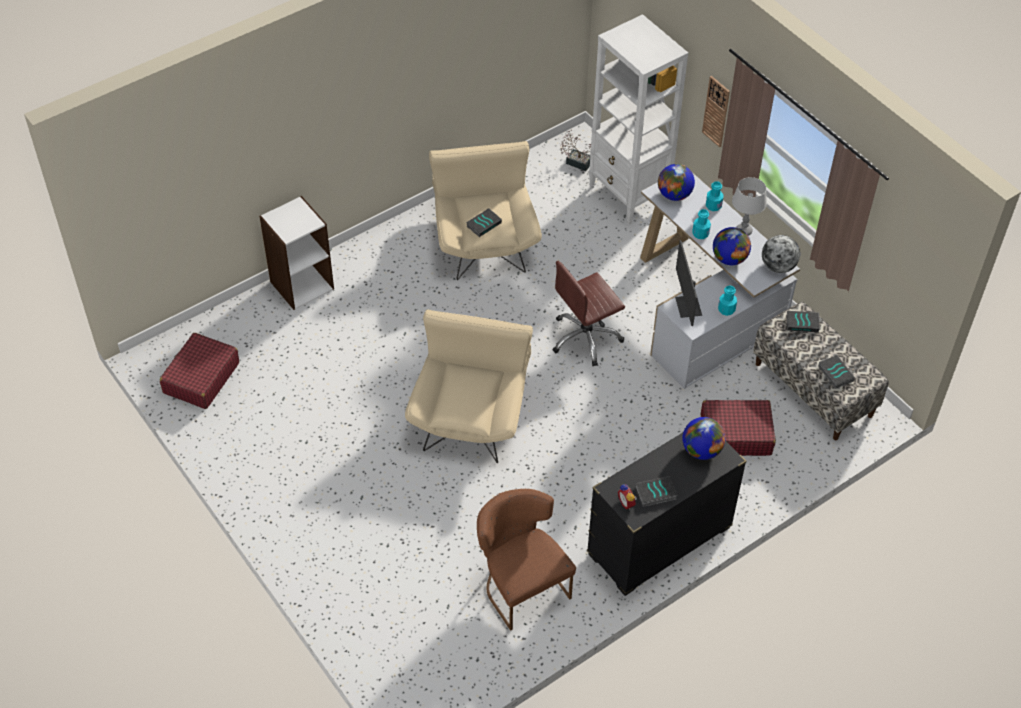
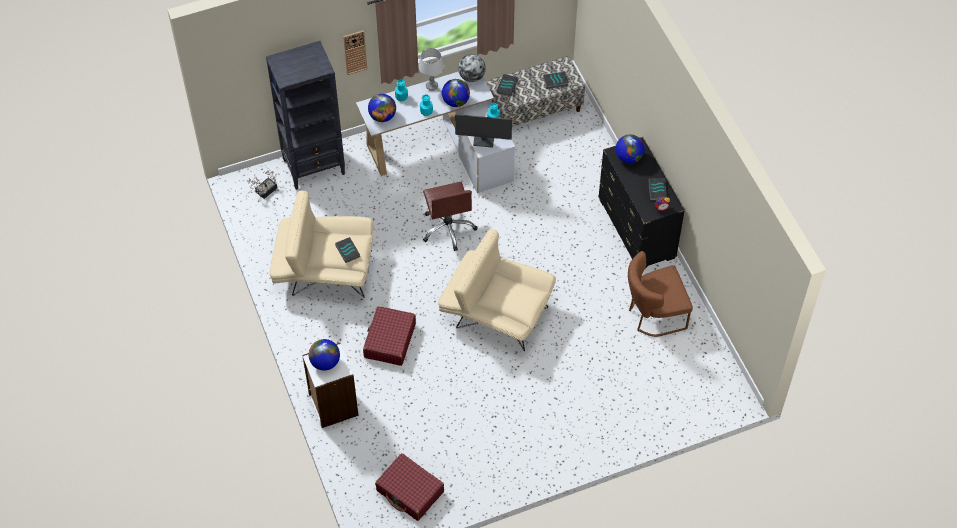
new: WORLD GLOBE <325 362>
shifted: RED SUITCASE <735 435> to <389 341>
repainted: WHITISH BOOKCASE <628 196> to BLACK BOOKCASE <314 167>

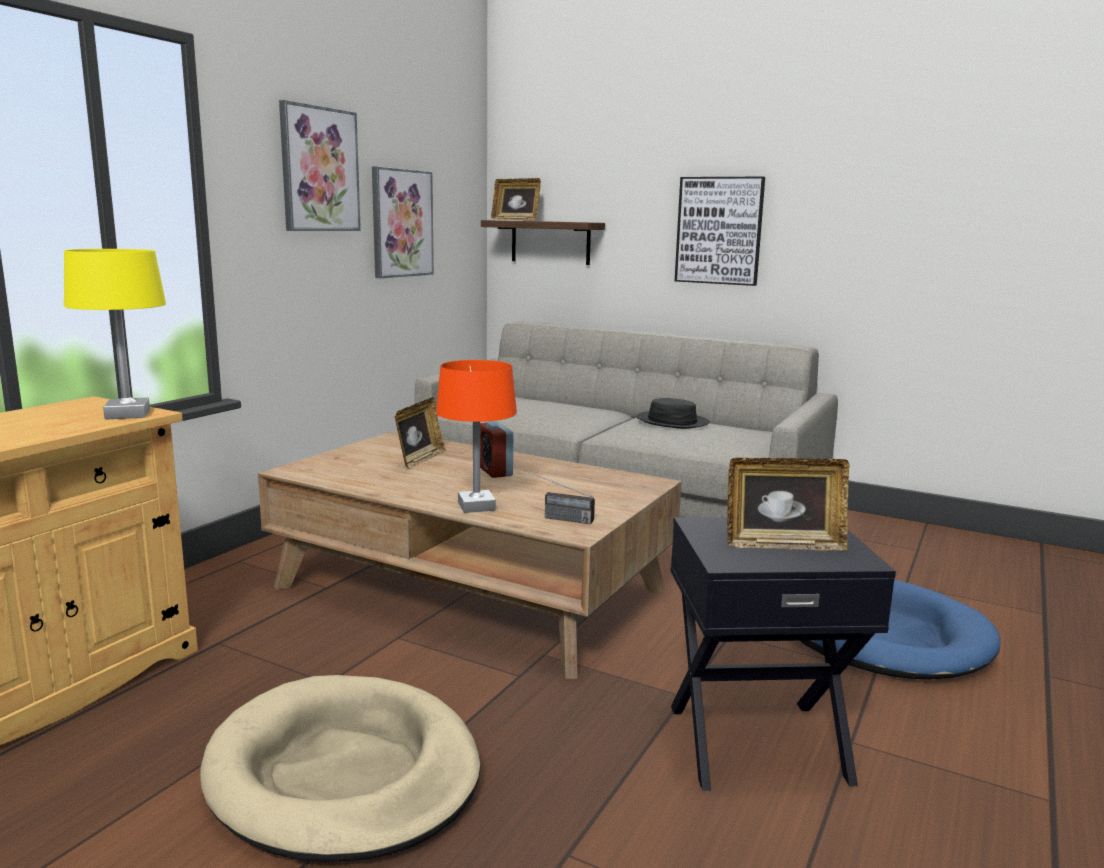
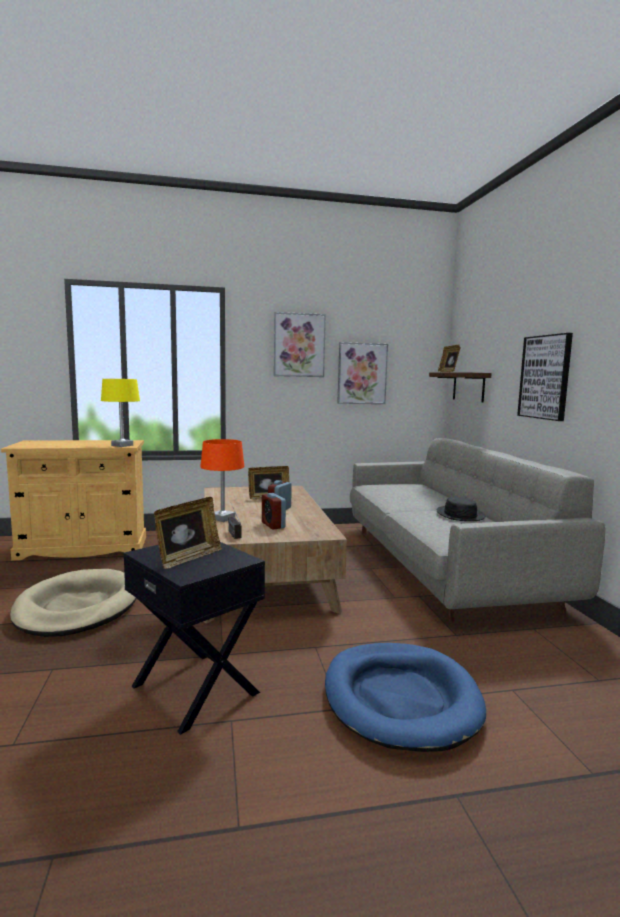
new: BEDSIDE CLOCK <273 525>
rotated: STANDING FRAME <783 545> = <188 558> 105 degrees counterclockwise

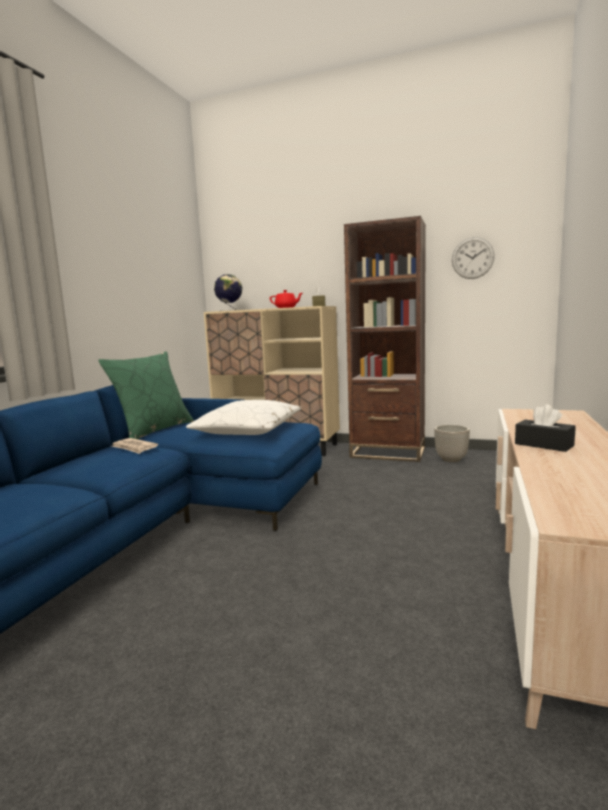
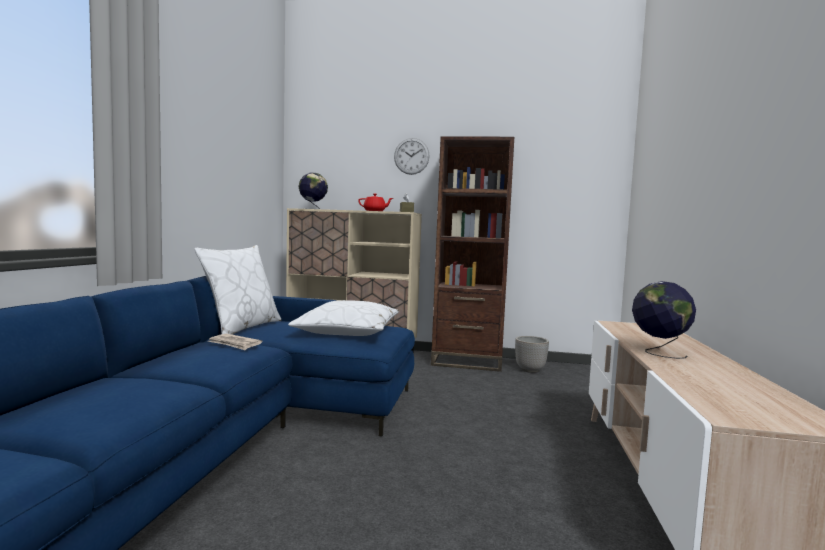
shifted: HANGING CLOCK <472 258> to <411 156>
swapped: BLACK TISSUE HOLDER <544 445> to WORLD GLOBE <659 352>
repainted: GREEN THROW PILLOW <154 430> to WHITISH THROW PILLOW <241 327>

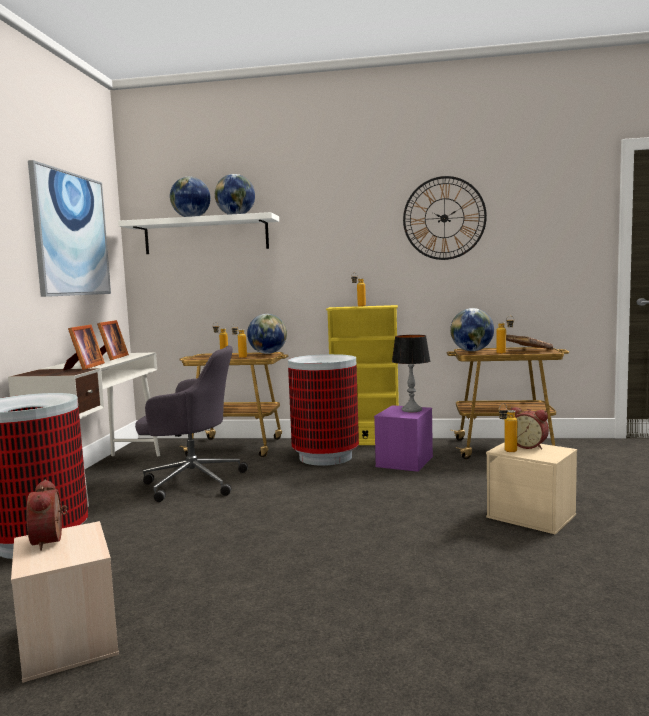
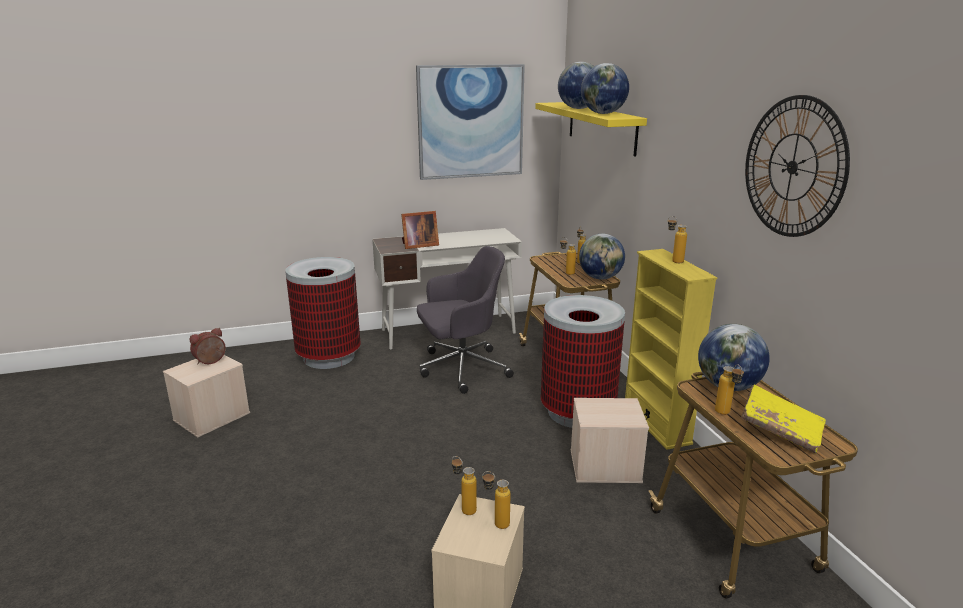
gone: STANDING FRAME <111 358>; TABLETOP LAMP <412 410>
swapped: BEDSIDE CLOCK <528 446> to DRINK BOTTLE <495 523>
repainted: WHITISH SHELF <206 235> to YELLOWISH SHELF <601 127>; PURPLE-COLOURED STORAGE CONTAINER <405 462> to BEIGE STORAGE CONTAINER <604 466>; BROWN BOOK <526 350> to YELLOWISH BOOK <780 430>
rotated: GREY OFFICE CHAIR <192 482> = <461 368> 90 degrees counterclockwise

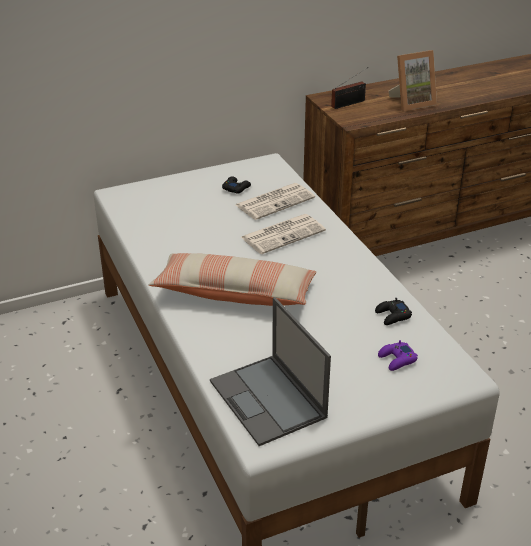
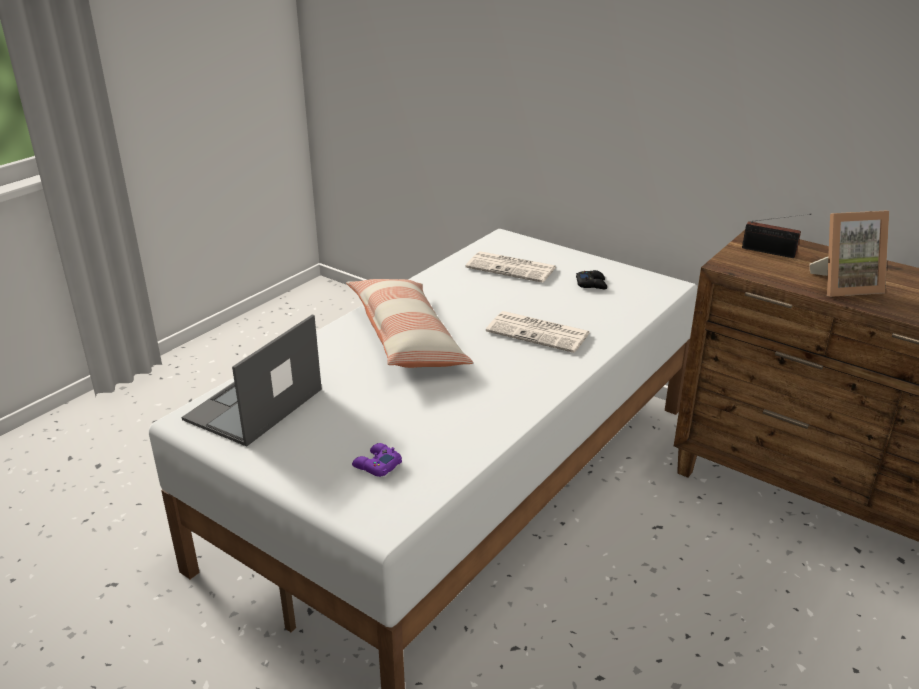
gone: BLACK GAME CONTROLLER <392 316>
shifted: PRINTED PAPER <275 201> to <512 268>
rotated: STANDING FRAME <411 103> = <844 285> 45 degrees counterclockwise

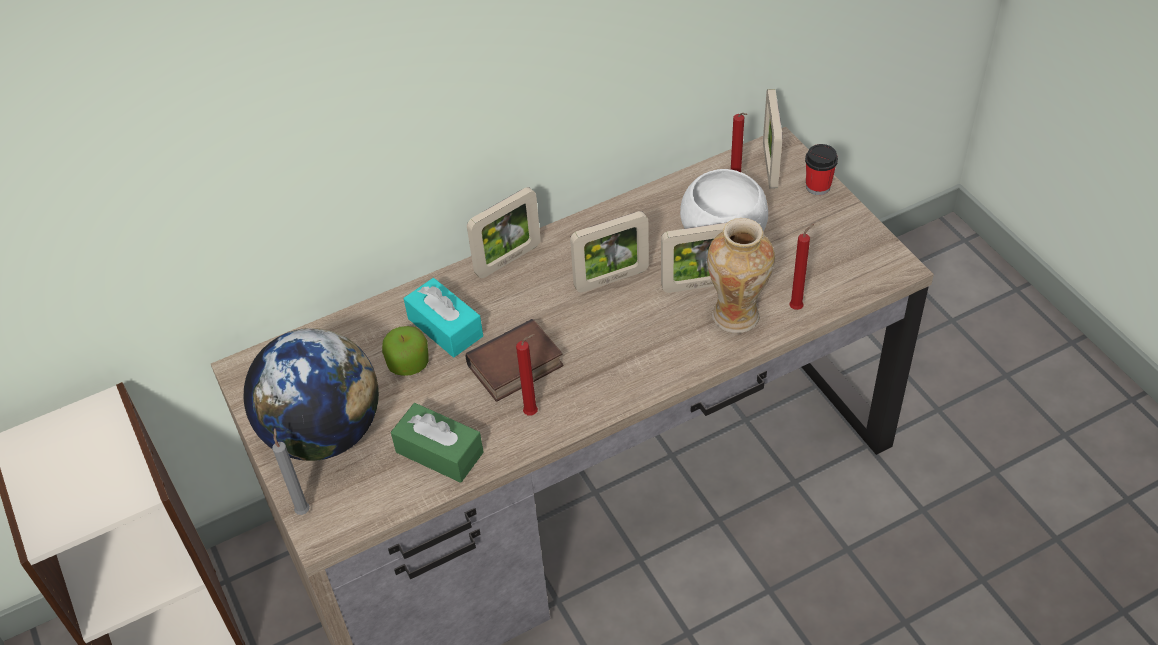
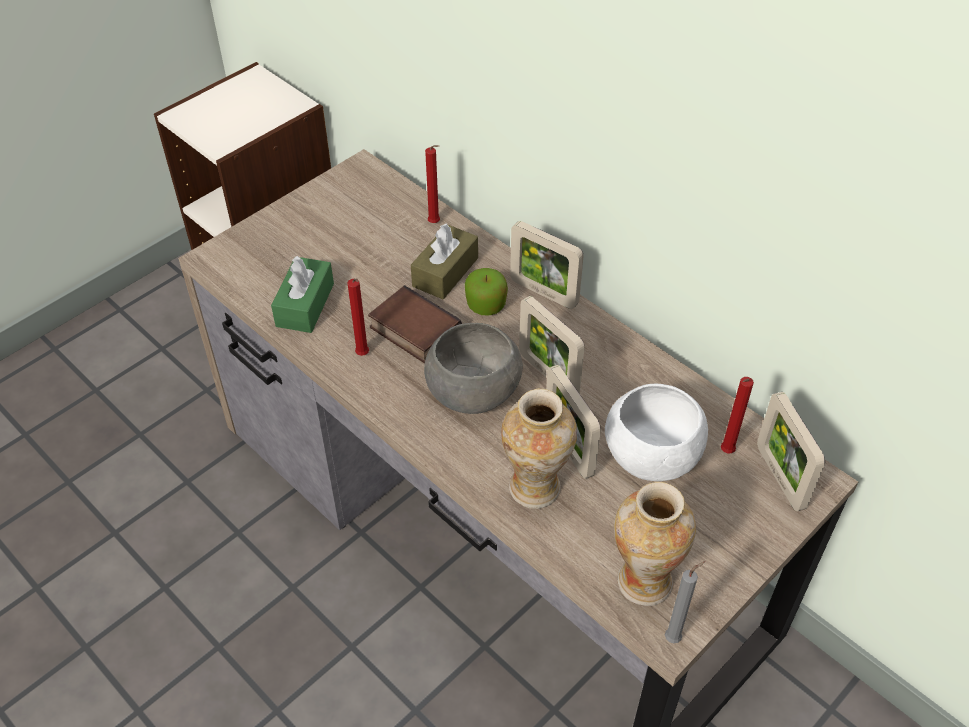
gone: WORLD GLOBE <324 432>; CUP <818 186>
new: GREY SERVING BOWL <473 389>; FLOWER VASE <642 580>
shifted: GREY CANDLE <303 509> to <675 637>; WHOLE APPLE <408 363> to <486 305>; RED CANDLE <797 307> to <435 224>
repainted: TURQUOISE-COLOURED TISSUE HOLDER <445 327> to BROWN TISSUE HOLDER <445 272>
rotated: STANDING FRAME <770 166> = <780 477> 90 degrees counterclockwise

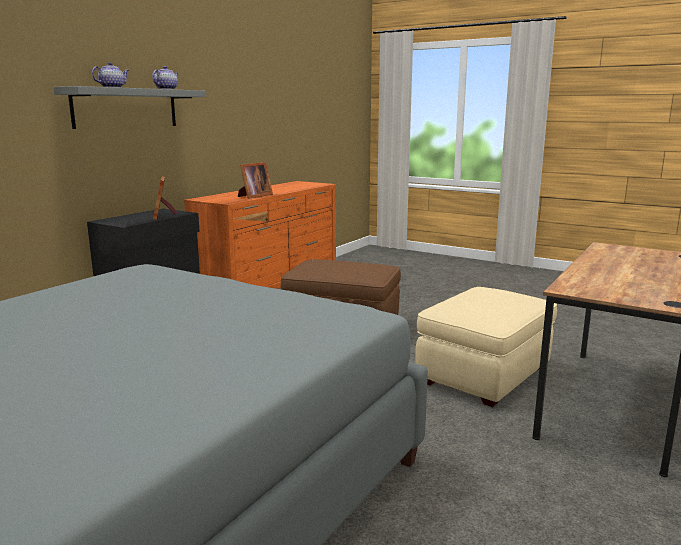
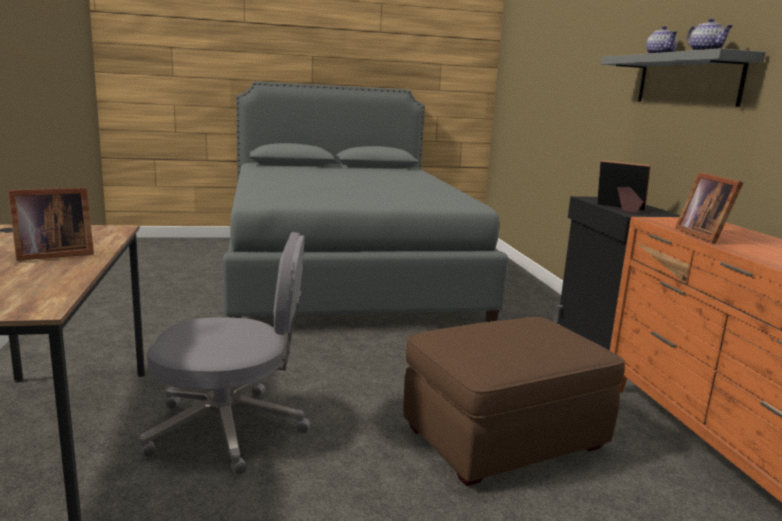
new: STANDING FRAME <51 254>
swapped: BEIGE POUFFE <484 374> to GREY OFFICE CHAIR <230 429>

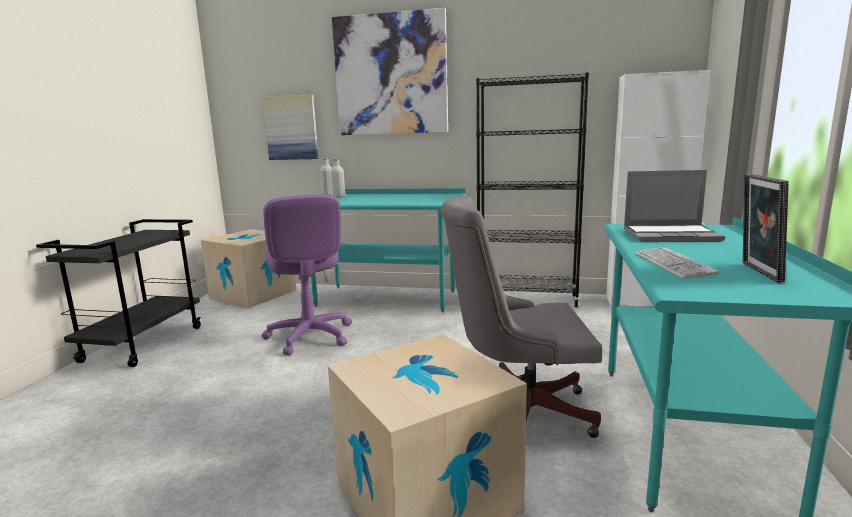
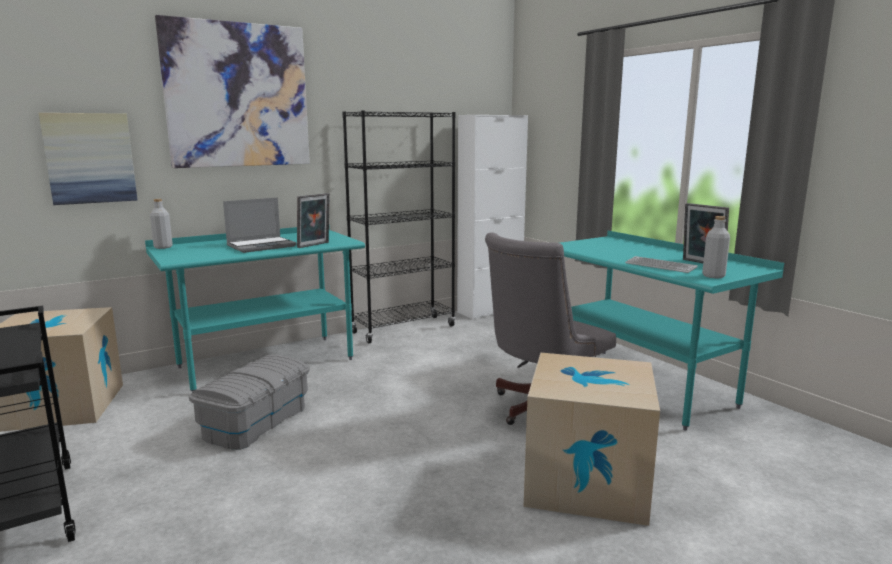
new: STANDING FRAME <314 245>
shifted: GREY DRINK BOTTLE <338 196> to <713 276>; NOTEBOOK COMPUTER <671 235> to <262 246>
swapped: PURPLE-COLOURED OFFICE CHAIR <309 336> to GREY STORAGE CONTAINER <256 422>

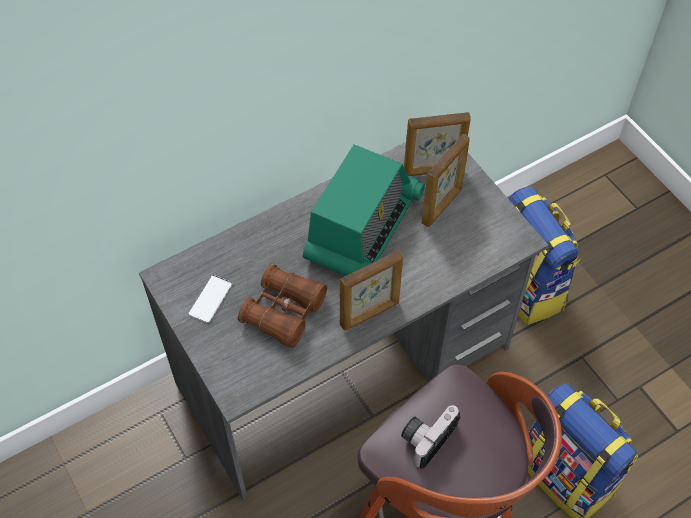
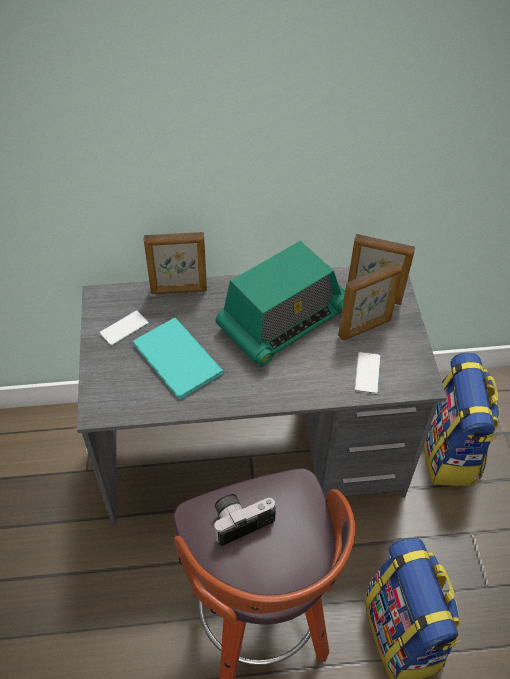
new: PHONE <367 373>
shifted: STANDING FRAME <370 314> to <179 290>
swapped: BROWN FIELD GLASSES <284 312> to TURQUOISE-COLOURED BOOK <177 361>

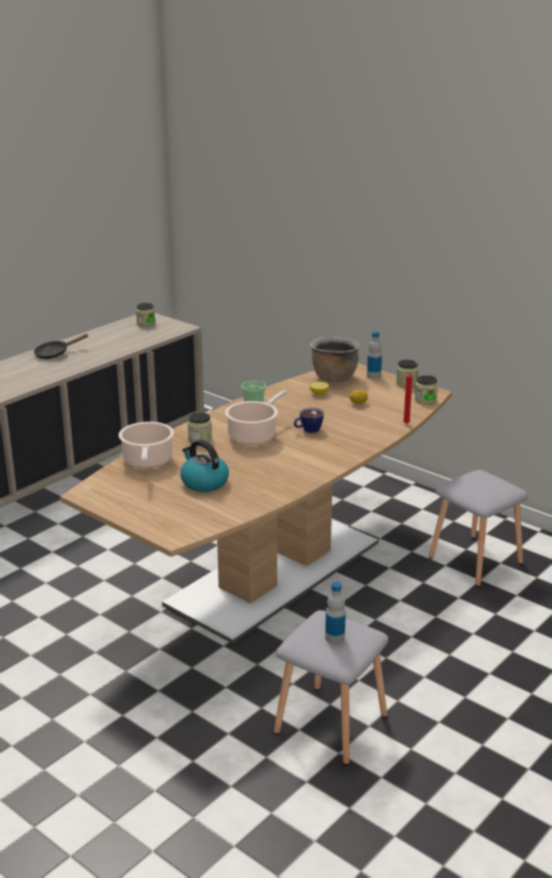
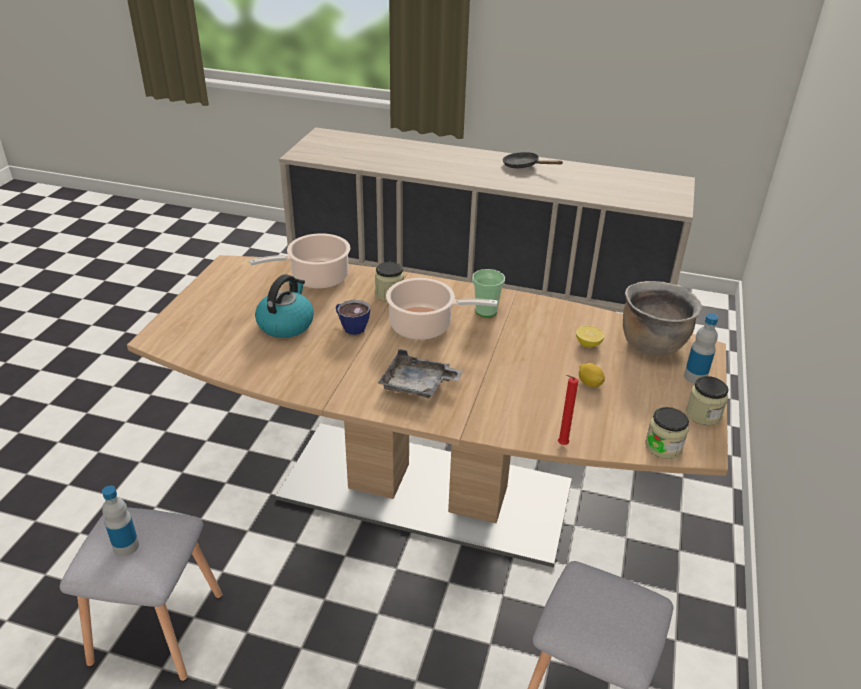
gone: PRESERVE JAR <146 323>
new: GREY SERVING TRAY <418 385>
shifted: CUP <308 430> to <351 327>

